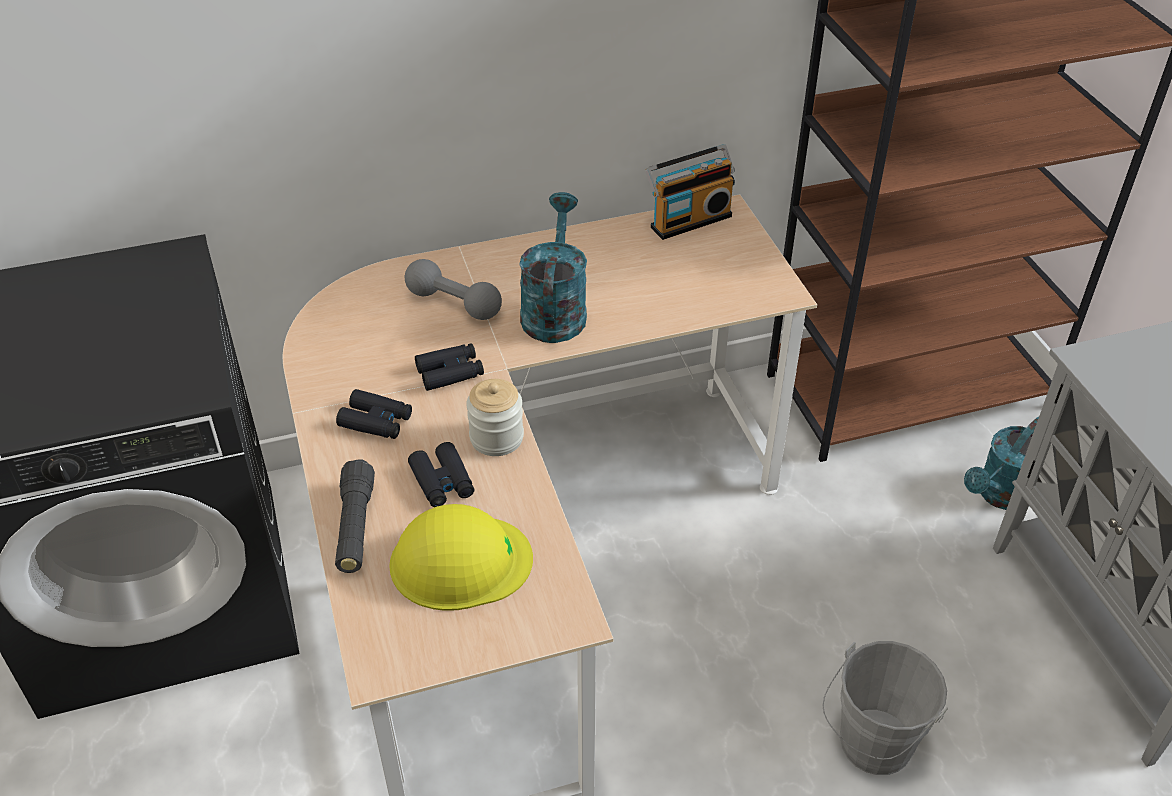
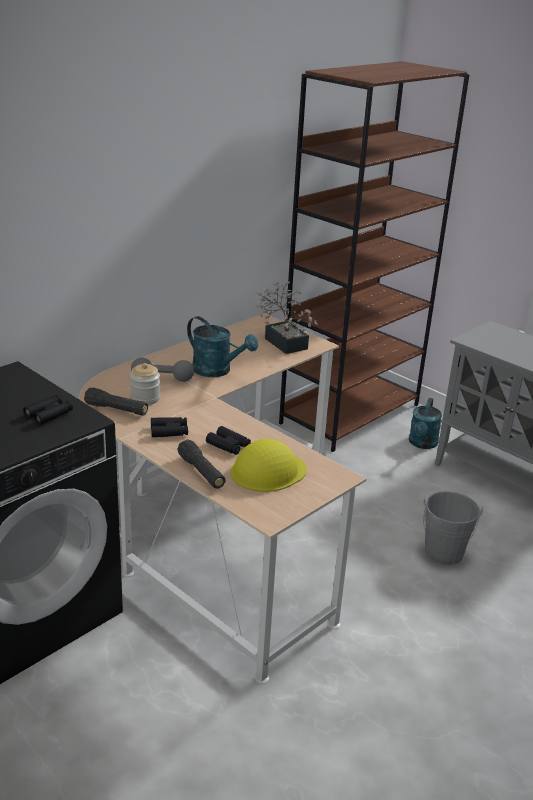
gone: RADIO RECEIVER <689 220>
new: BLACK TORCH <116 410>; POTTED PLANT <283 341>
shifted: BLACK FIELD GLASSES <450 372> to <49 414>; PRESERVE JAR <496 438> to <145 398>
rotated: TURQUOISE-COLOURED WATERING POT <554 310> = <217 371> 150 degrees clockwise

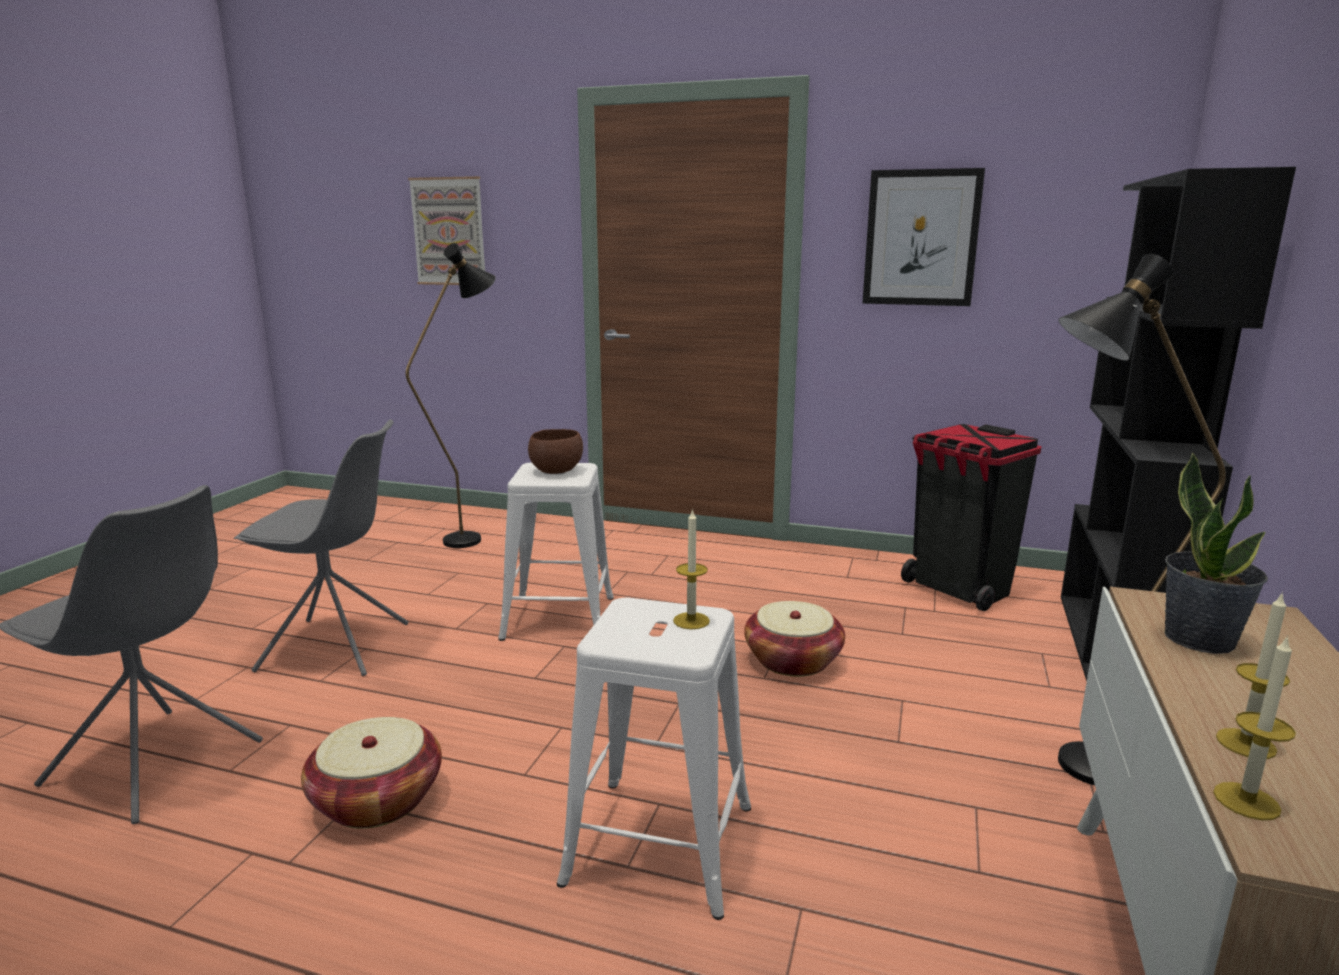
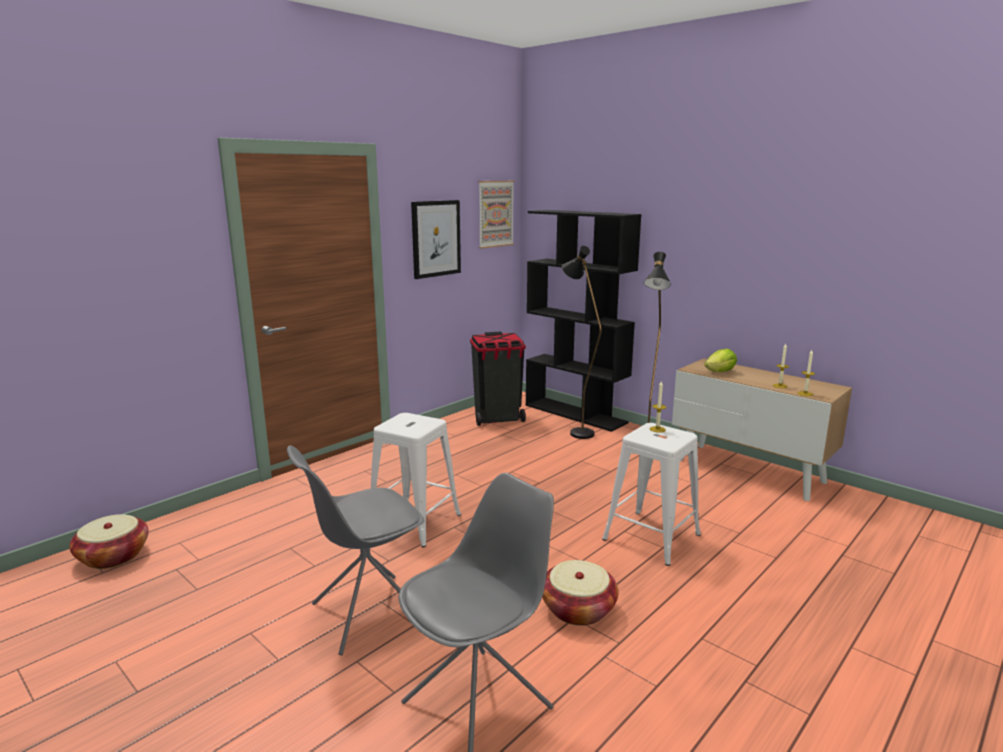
gone: BROWN SERVING BOWL <556 471>
shifted: BLACK STANDING LAMP <473 537> to <576 431>; WALL ART <449 232> to <495 214>; BASKET <793 660> to <113 556>
swapped: POTTED PLANT <1199 638> to LETTUCE <720 372>
rotated: GREY UPRIGHT CHAIR <337 647> = <366 614> 150 degrees counterclockwise

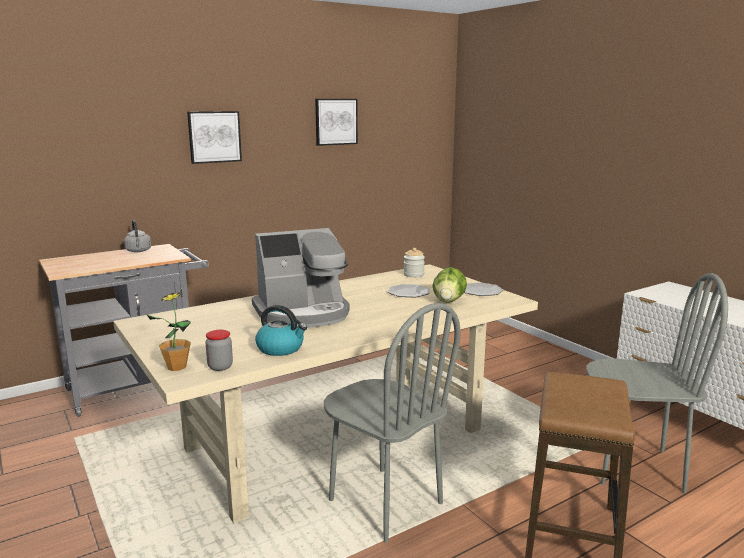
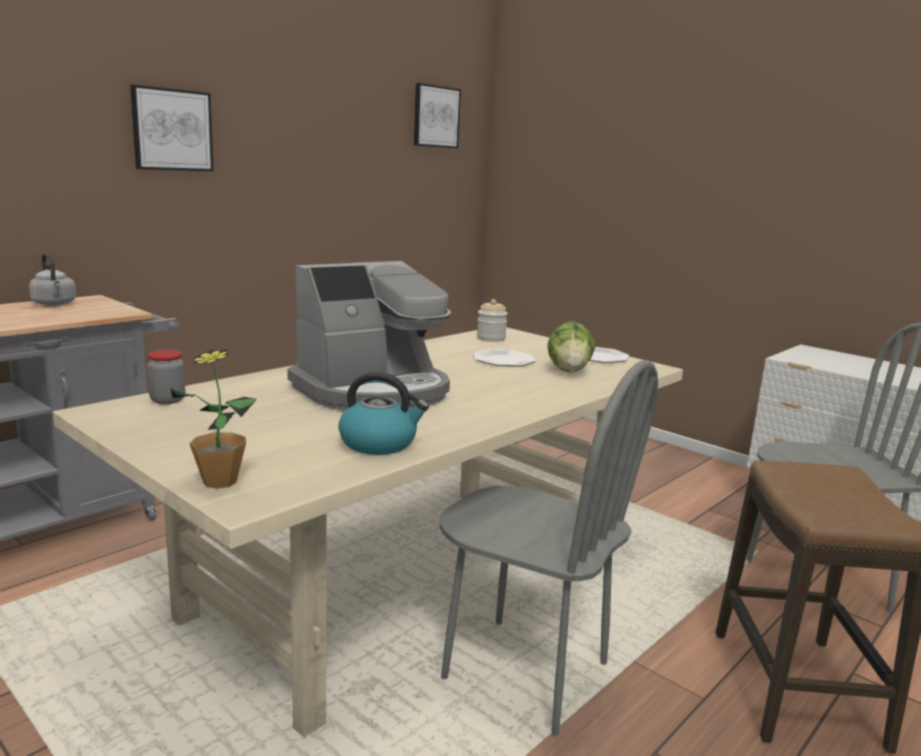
shifted: PRESERVE JAR <220 367> to <167 400>; WALL ART <336 121> to <435 117>

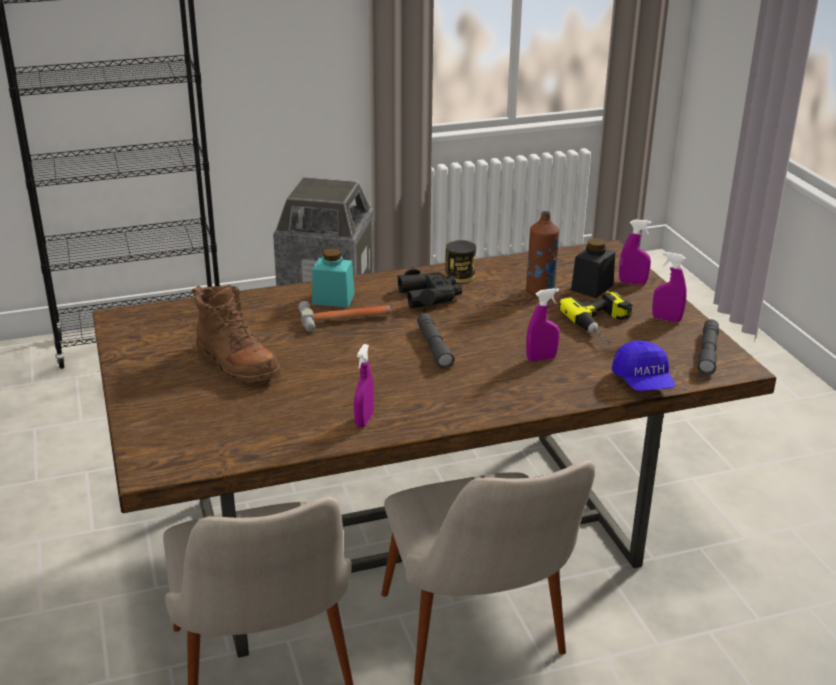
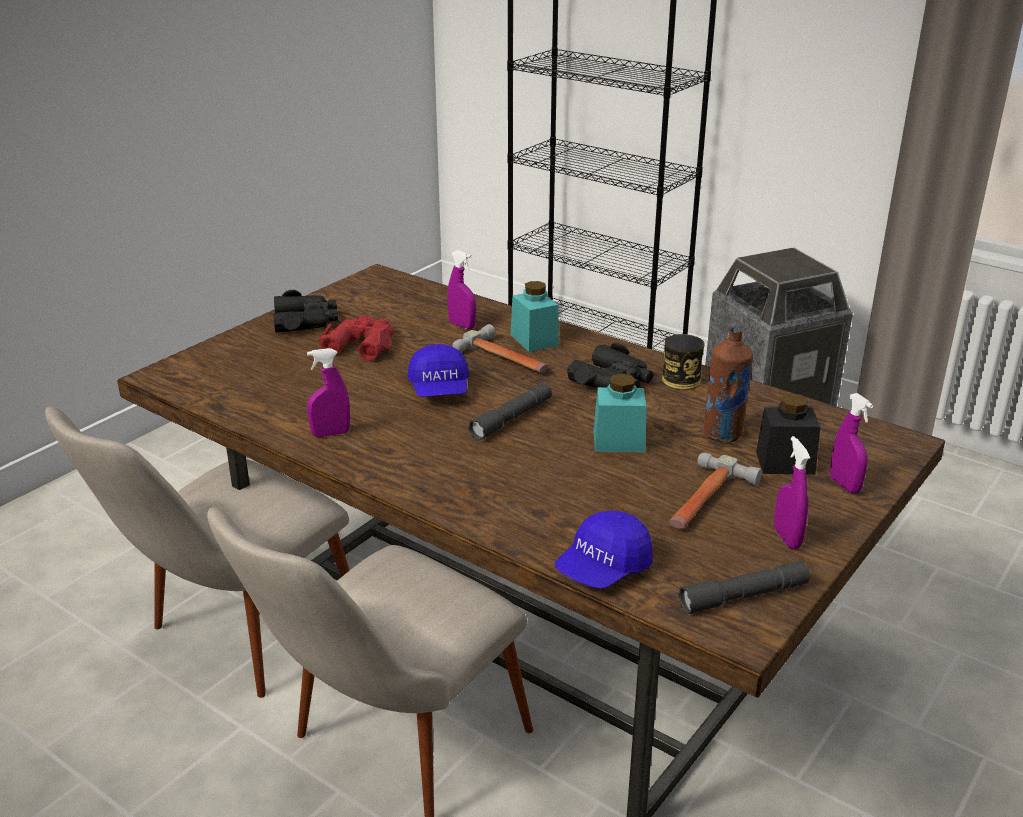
new: BLACK FIELD GLASSES <305 321>; BLUE BASEBALL CAP <440 389>; TURQUOISE-COLOURED PRESERVE JAR <619 441>
shifted: PURPLE-COLOURED SPRAY BOTTLE <541 358> to <462 325>
swapped: BROWN HIGH-TOP BOOT <236 363> to RED FIELD GLASSES <361 344>; DRILL <605 325> to HAMMER <705 500>

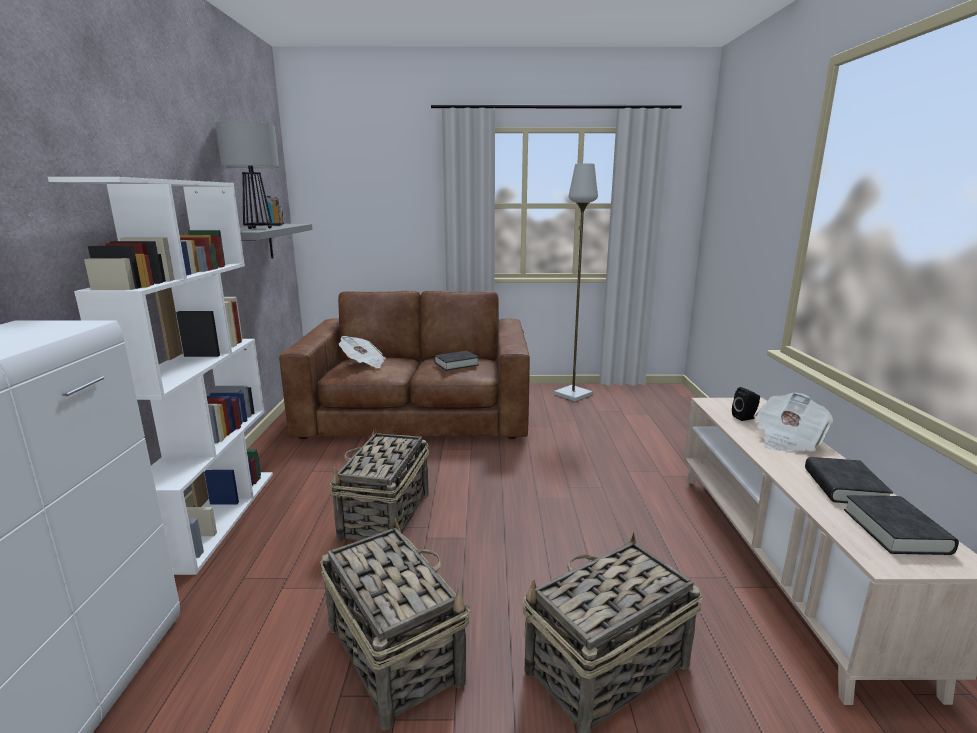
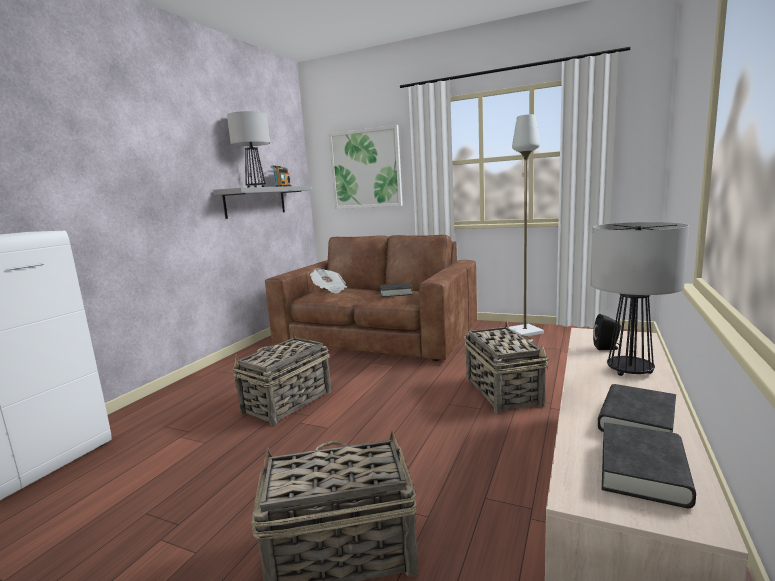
gone: WHITISH BOOKCASE <215 516>
new: WALL ART <365 169>
shifted: BASKET <393 652> to <502 391>
swapped: PRINTED PAPER <787 440> to TABLETOP LAMP <629 371>

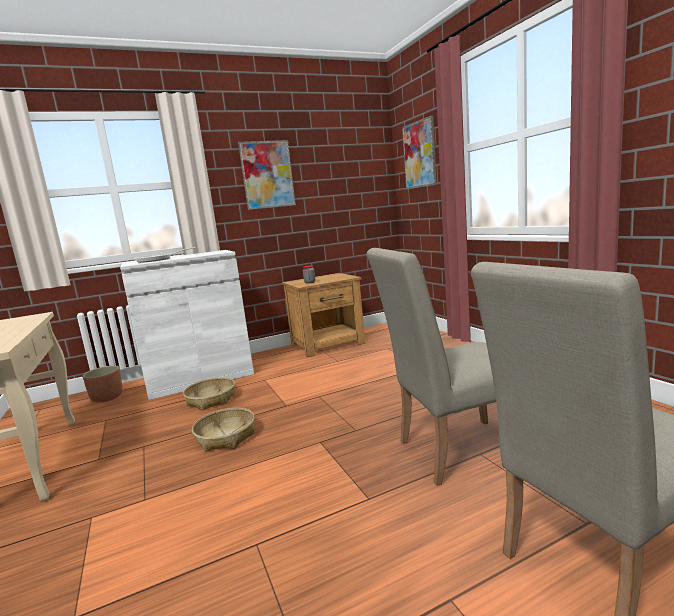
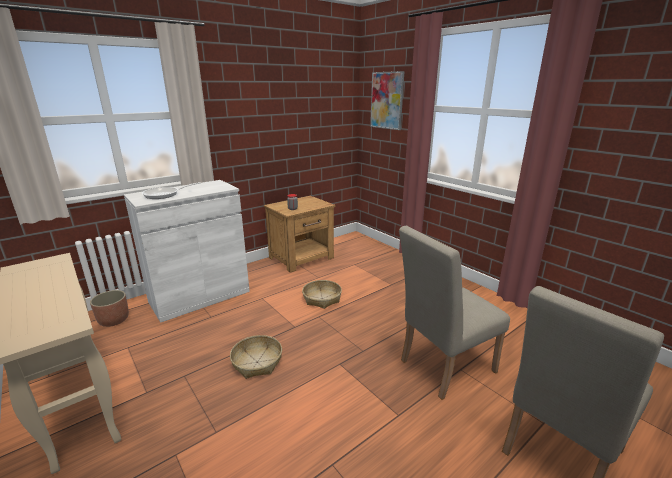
gone: WALL ART <267 175>
shifted: BASKET <211 399> to <322 298>

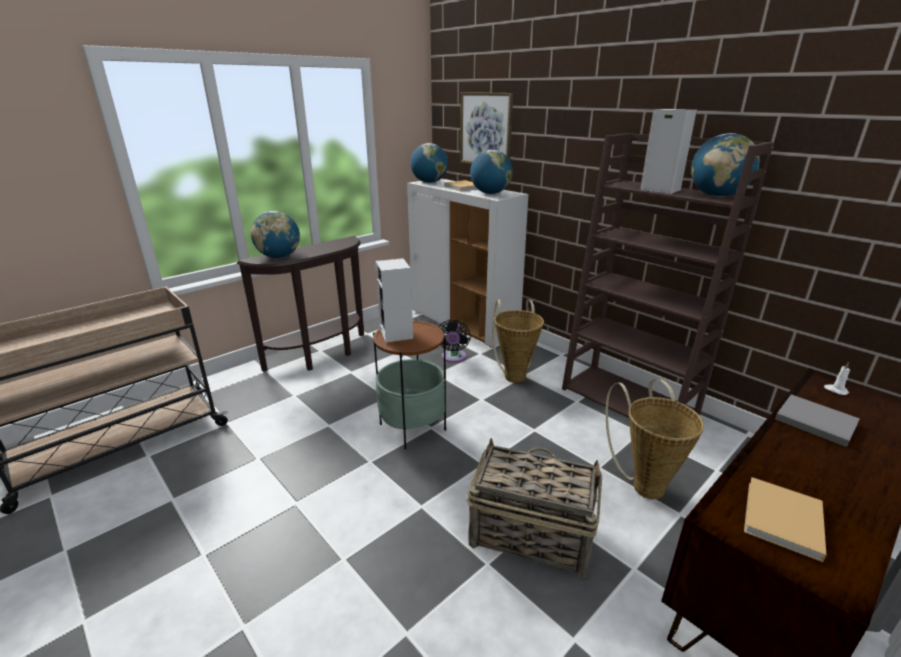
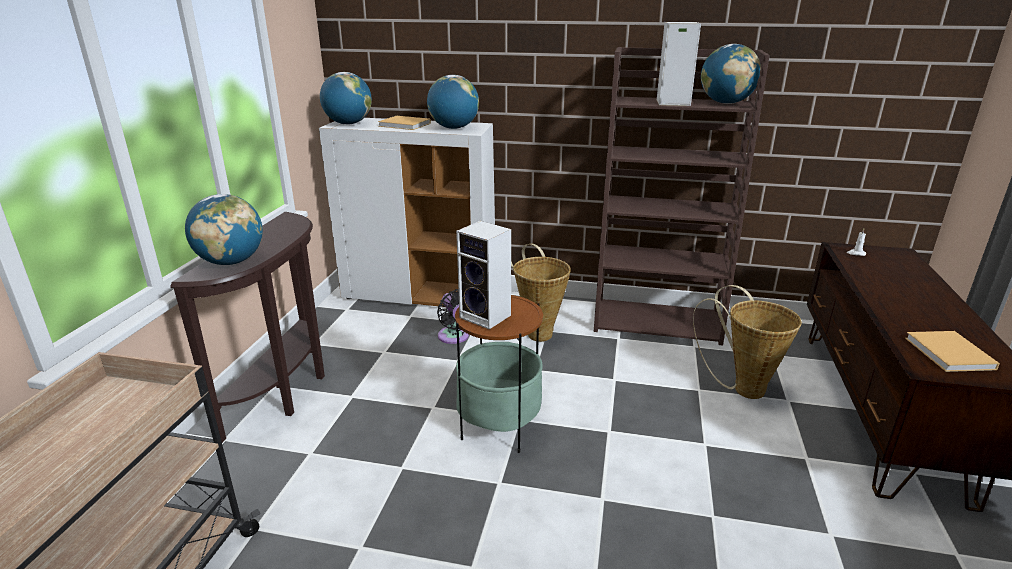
gone: WALL ART <486 130>; BASKET <529 533>; GREY BOOK <813 420>

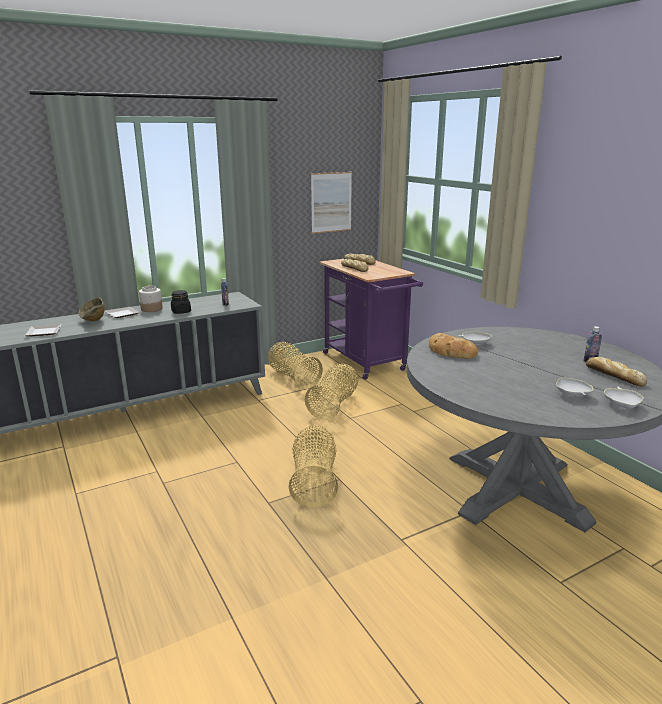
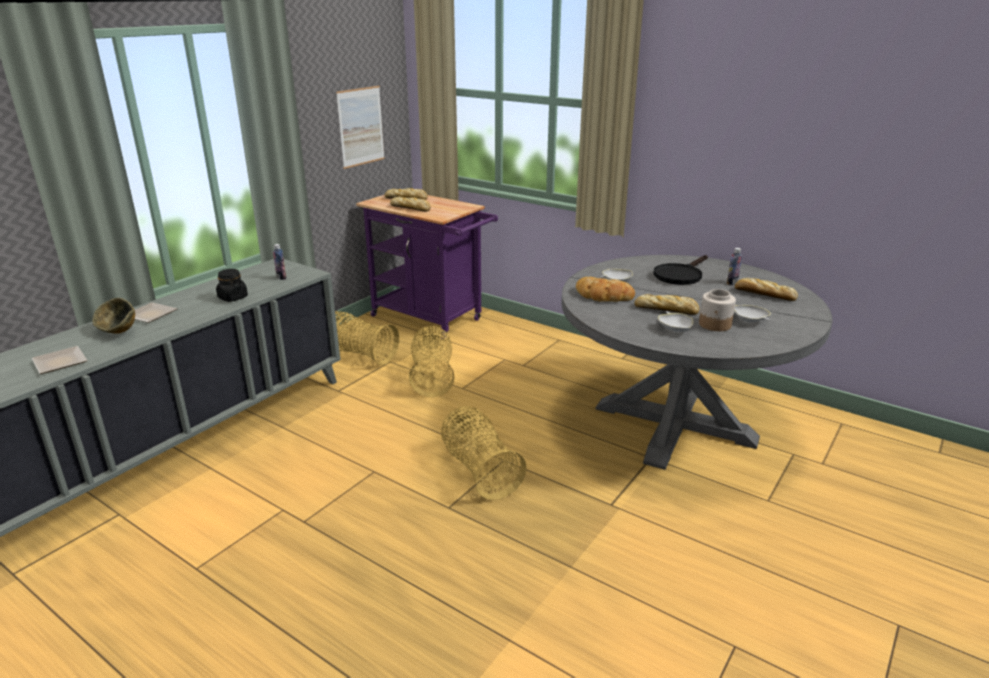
new: BREAD <667 310>; BLACK FRYING PAN <680 275>
shifted: PRESERVE JAR <151 309> to <715 325>; WHITISH SERVING BOWL <622 405> to <675 329>

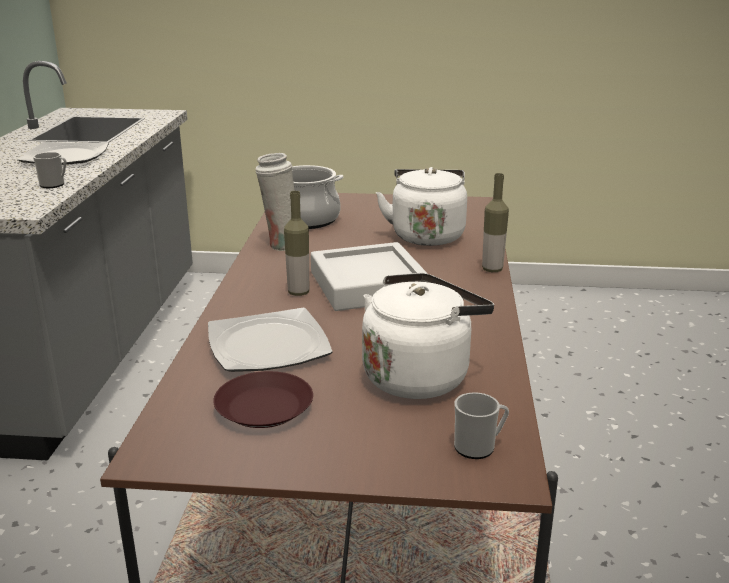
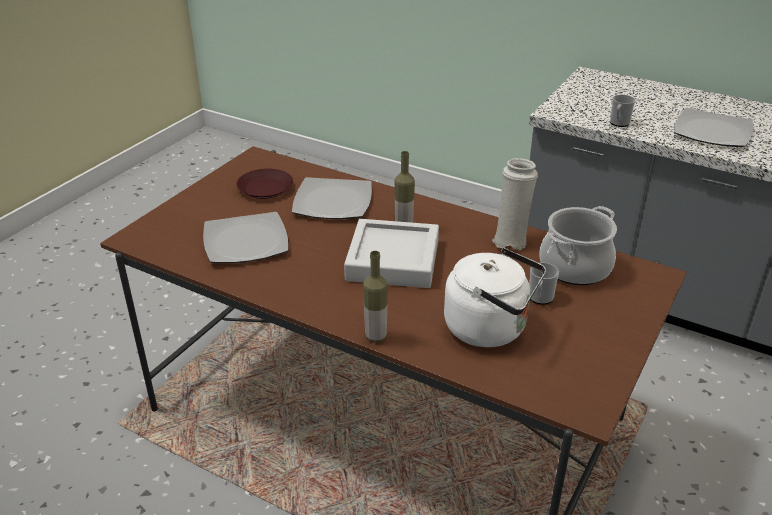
shifted: TEA MUG <479 447> to <540 298>
swapped: WHITISH TEA KETTLE <419 375> to PLATE <245 242>

